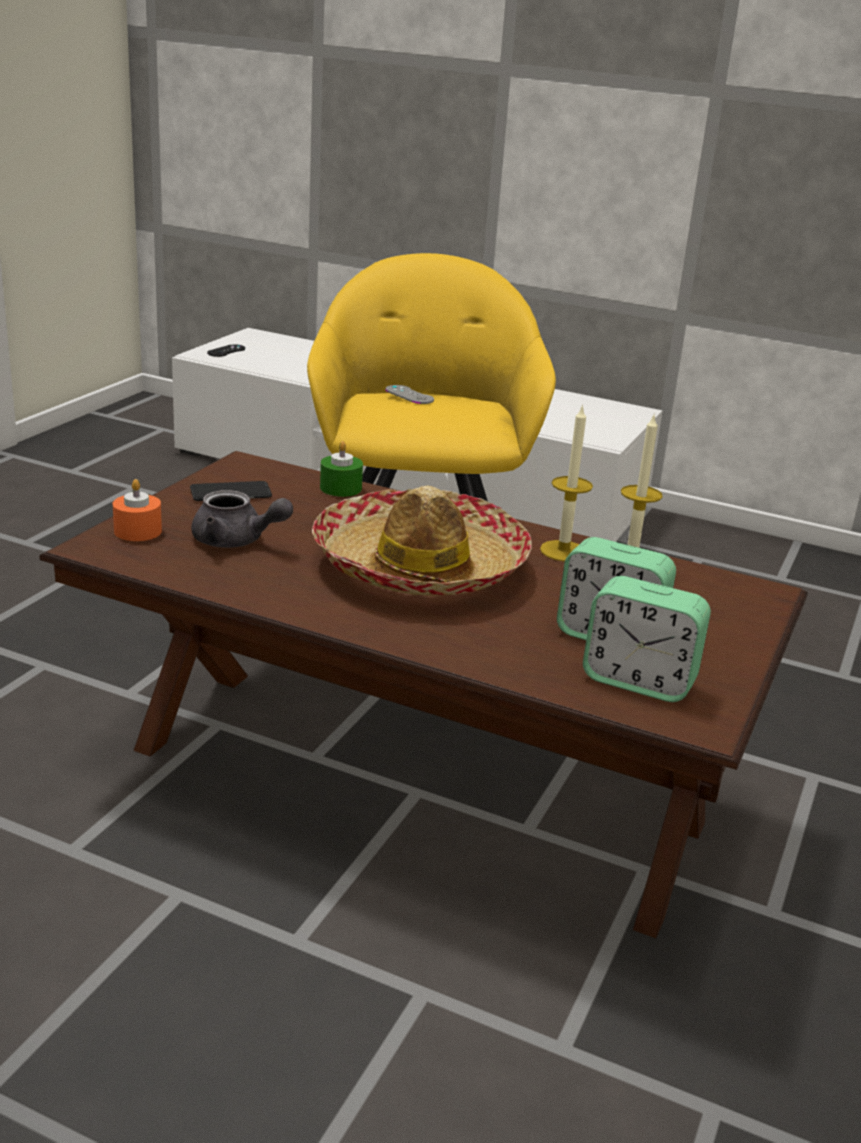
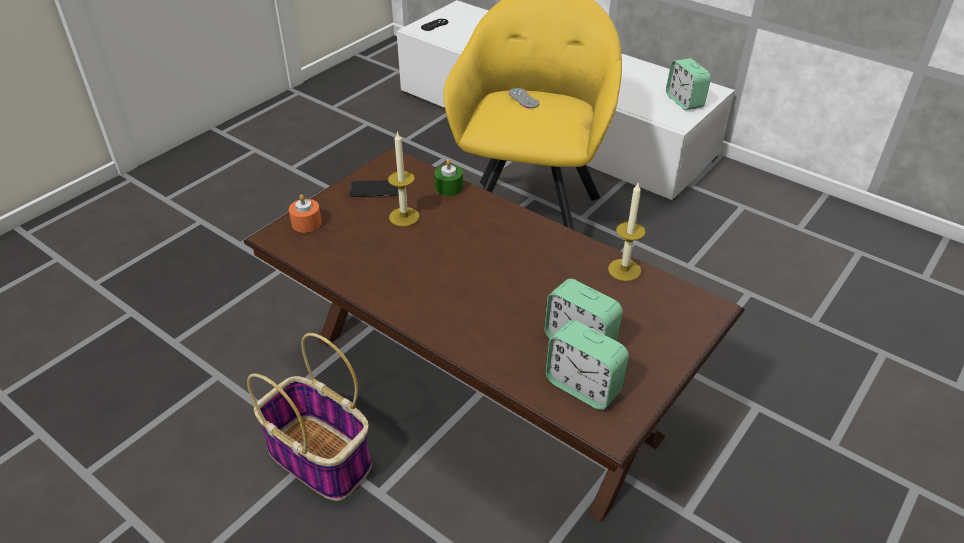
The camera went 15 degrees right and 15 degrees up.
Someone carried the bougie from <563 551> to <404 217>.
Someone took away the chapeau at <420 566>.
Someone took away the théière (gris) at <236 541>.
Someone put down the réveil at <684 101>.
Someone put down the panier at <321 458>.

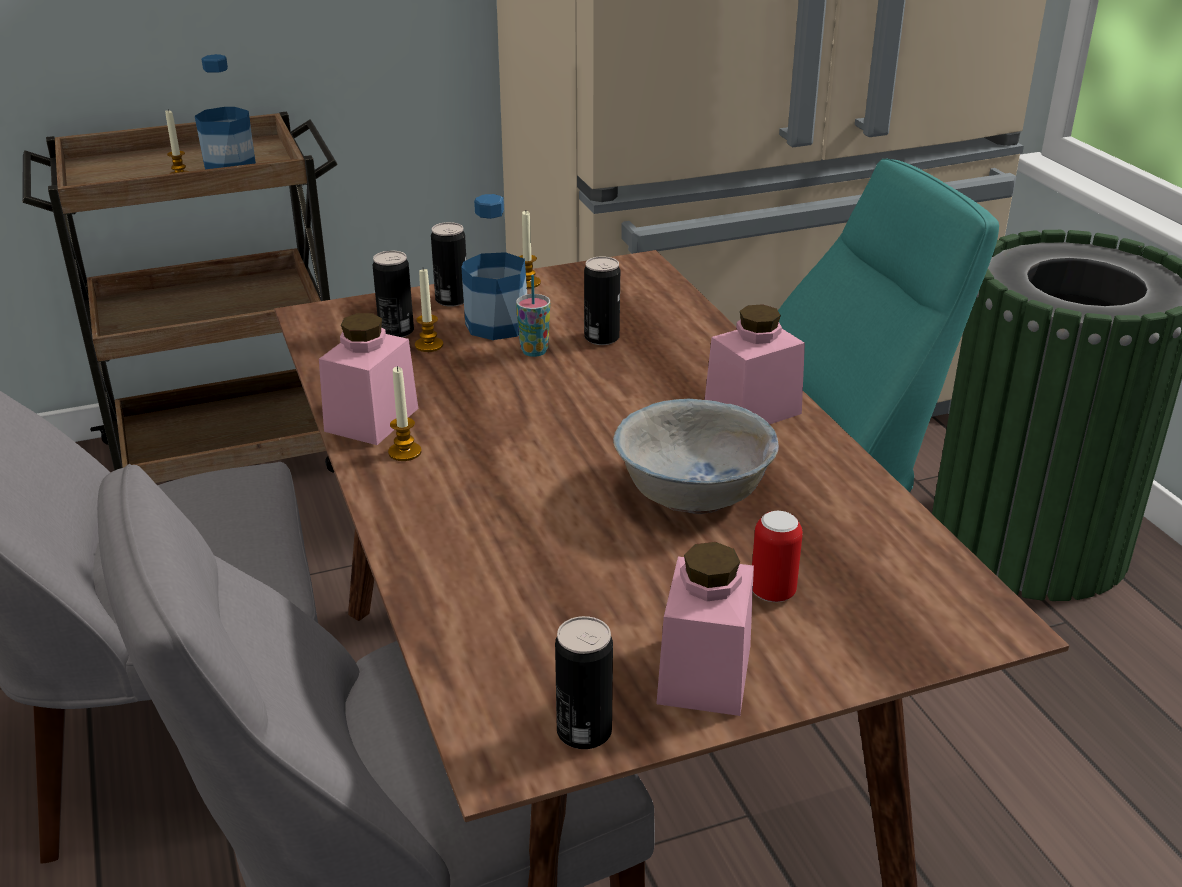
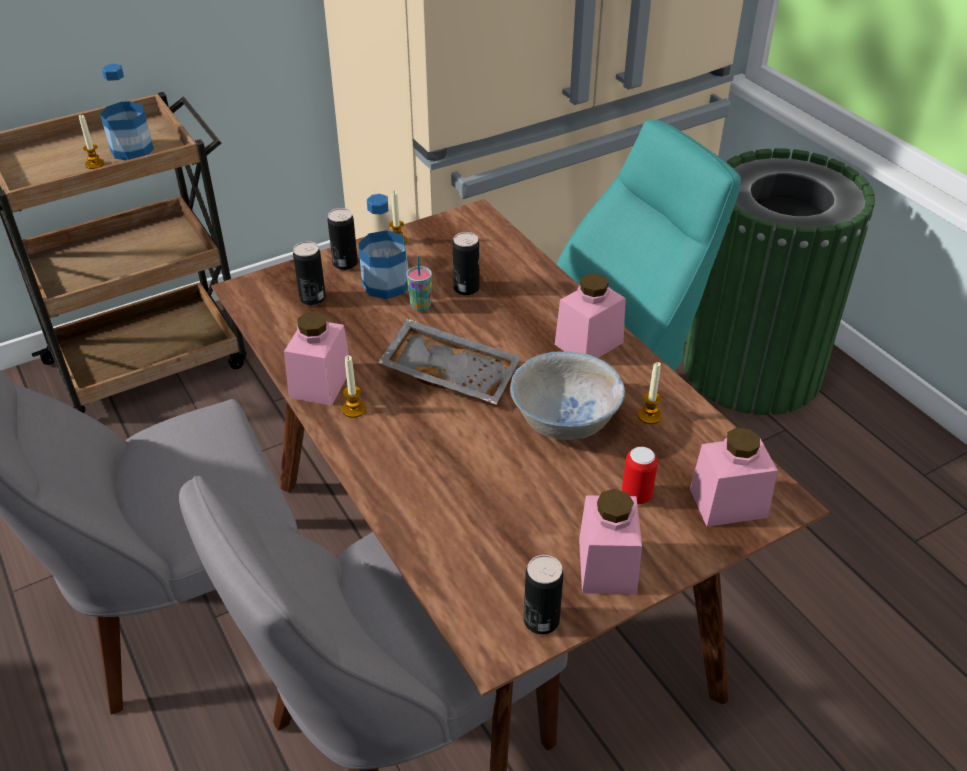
The camera went 10 degrees left and 10 degrees up.
Someone carried the bougie from <429 345> to <649 416>.
Someone put down the plateau (gris) at <451 372>.
Someone put down the bocal (rose) at <728 503>.

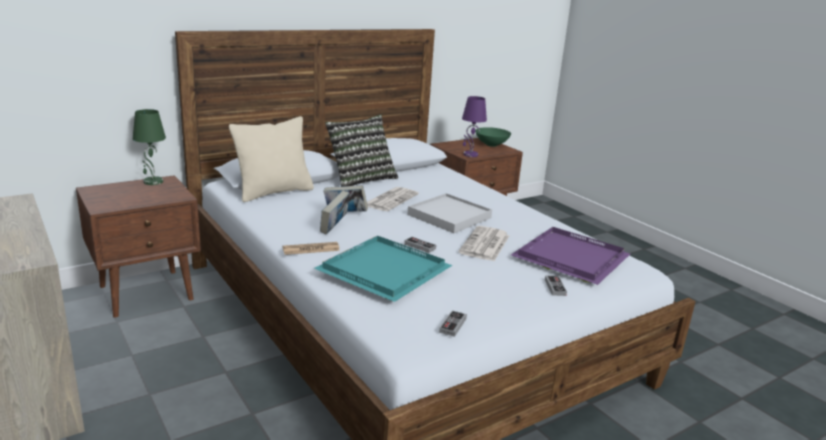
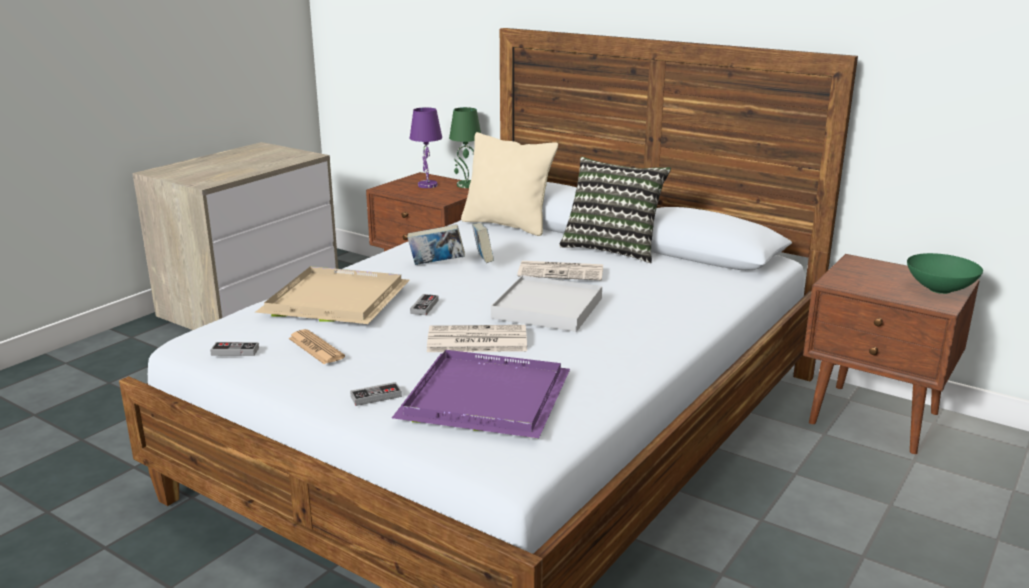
The camera went 70 degrees right and 0 degrees up.
Someone carried the lampe de table (violet) from <470 155> to <427 185>.
Someone repainted the plateau (turquoise) at <384 272>, which became the plateau (beige) at <333 301>.
Someone carried the journal from <311 249> to <316 348>.

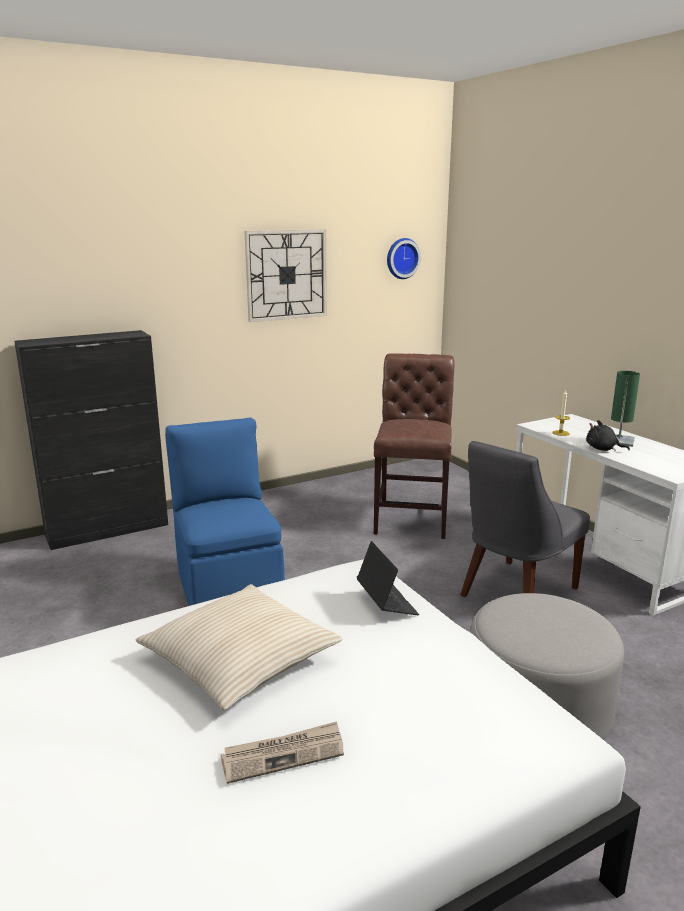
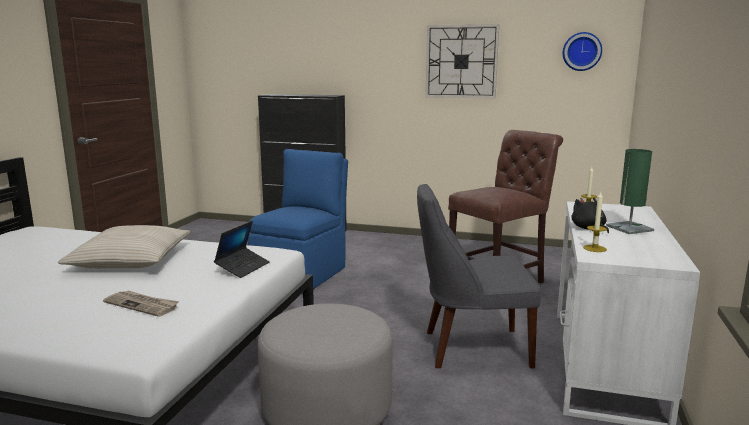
The camera went 45 degrees right and 5 degrees down.
Someone carried the journal from <283 754> to <142 305>.
Someone put down the bougie at <594 248>.

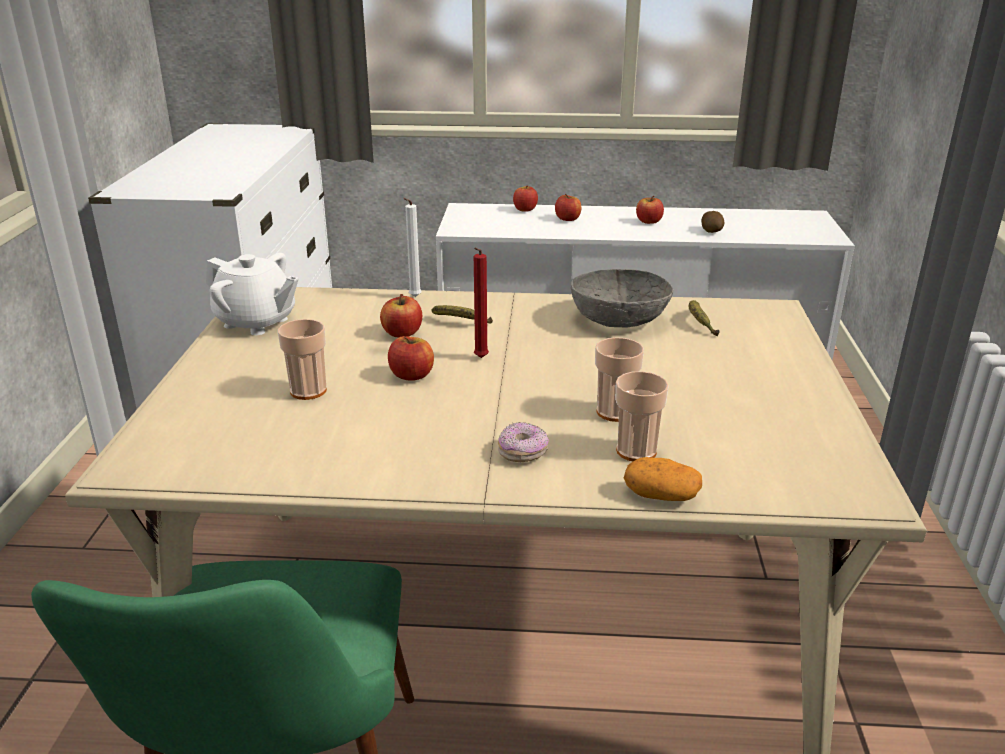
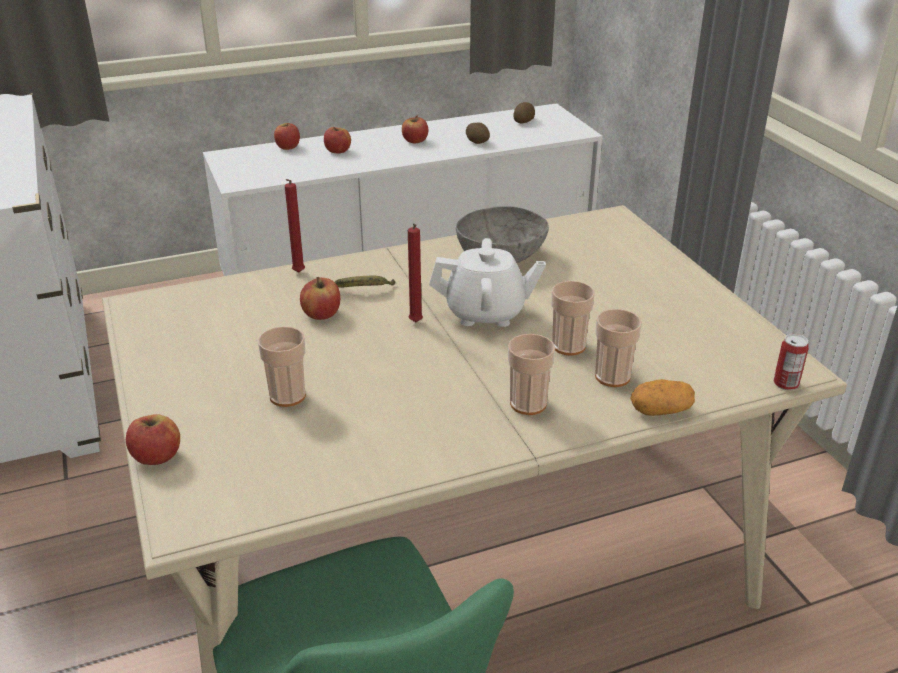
The camera went 25 degrees left and 5 degrees up.
Someone repainted the bougie (blanc) at <413 297>, which became the bougie (rouge) at <298 273>.
Someone carried the théière (blanc) from <256 322> to <486 313>.
Someone took away the banane at <699 323>.
Someone carried the pomme from <411 375> to <157 456>.
Someone swapped the beignet at <523 453> for the tasse at <528 404>.
Someone put down the pomme de terre at <523 121>.
Someone put down the boîte métallique at <785 384>.

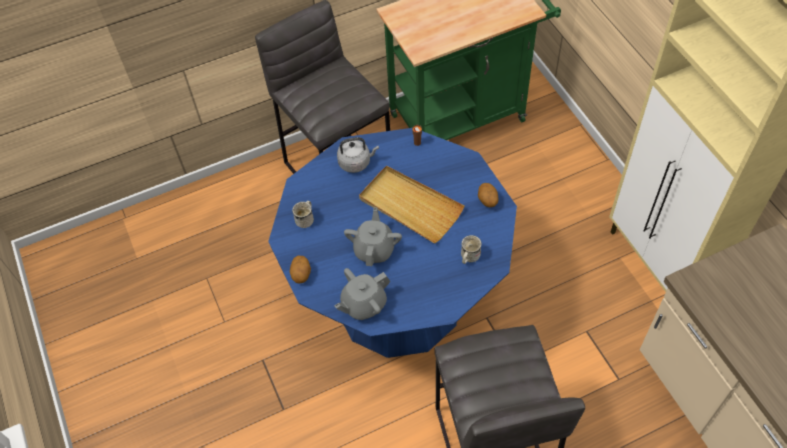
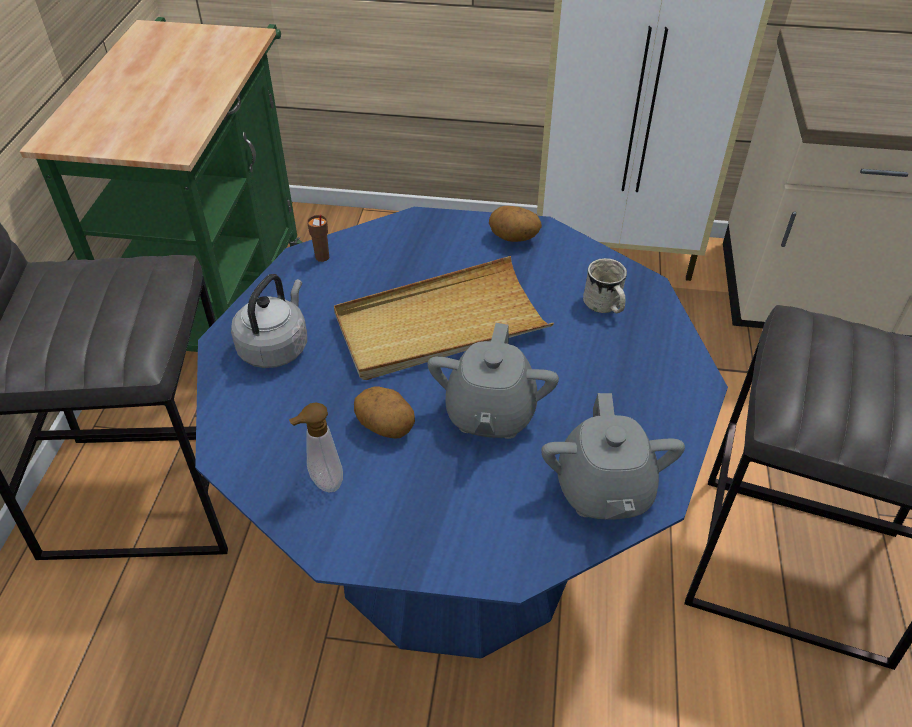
The camera went 60 degrees left and 10 degrees down.
Someone swapped the mug (blanc) at <306 218> for the distributeur de savon at <323 482>.
Someone rotated the théière (gris) at <374 249> by 120 degrees counterclockwise.
Someone carried the pomme de terre from <301 274> to <386 426>.

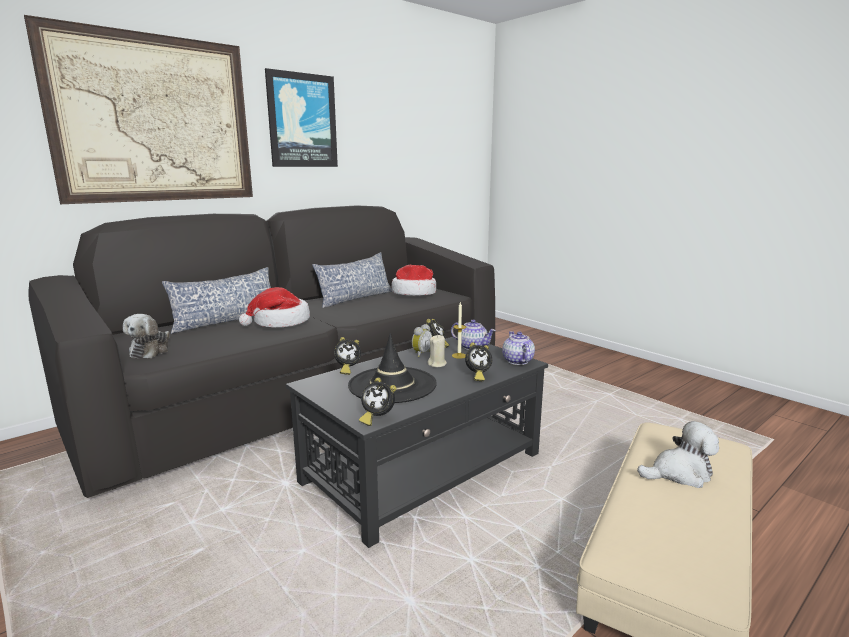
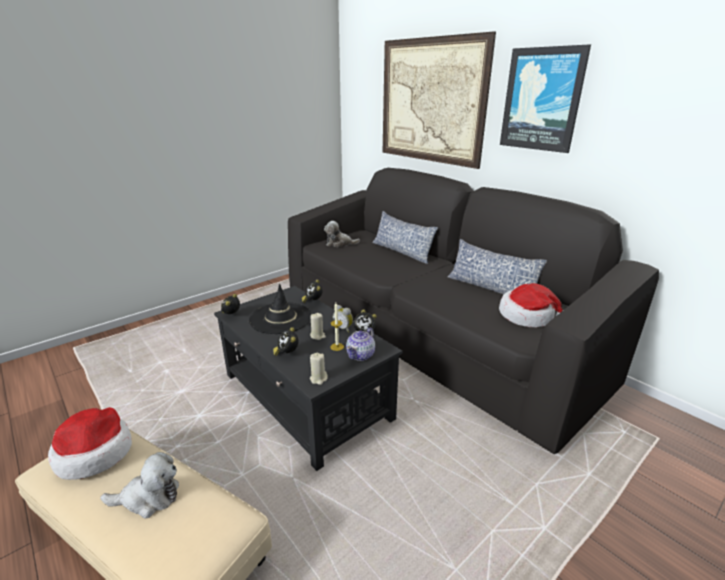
The camera went 90 degrees right and 10 degrees up.
Someone carried the chapeau from <280 322> to <95 453>.
Someone swapped the théière at <517 361> for the bougie (beige) at <318 379>.
Someone rotated the peluche at <679 474> by 90 degrees counterclockwise.

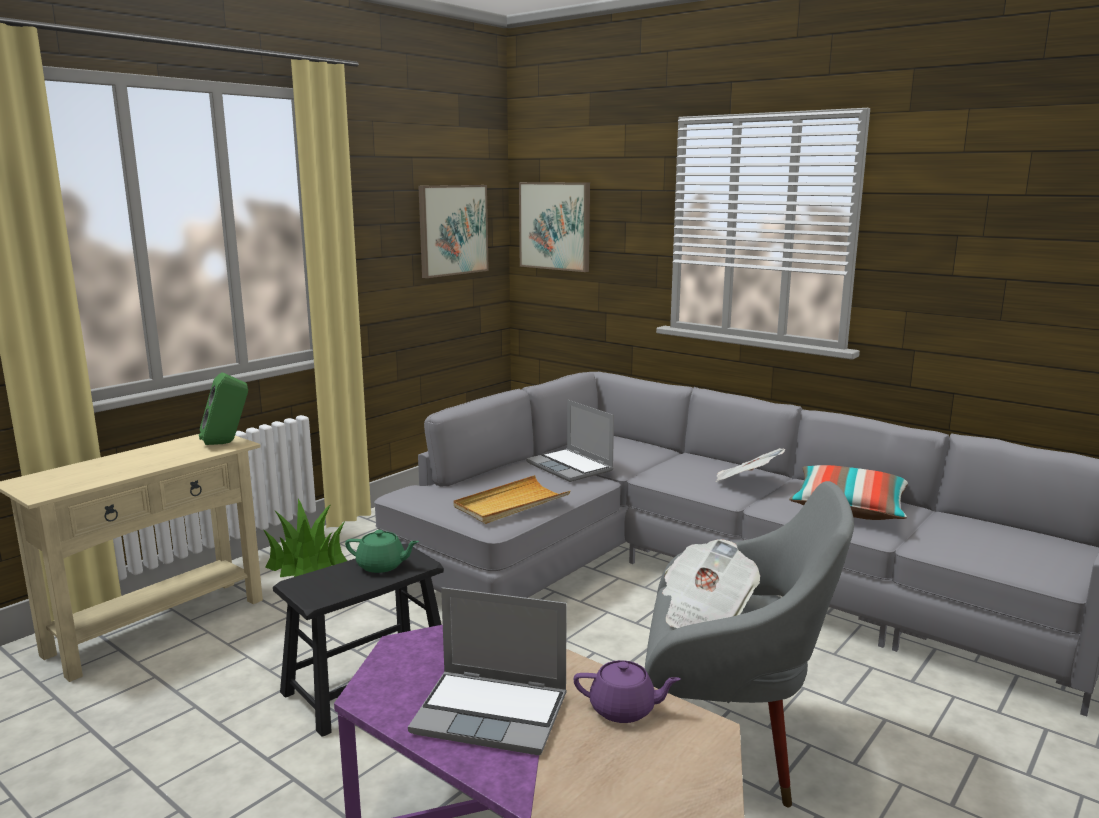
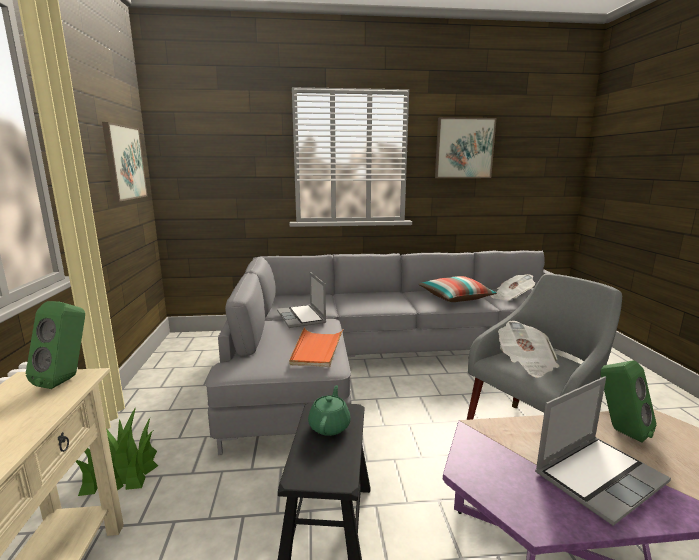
The camera went 45 degrees left and 0 degrees up.
Someone carried the tableau from <555 226> to <464 148>.
Someone rotated the ordinateur portable at <571 467> by 60 degrees clockwise.
Someone carried the journal from <746 482> to <511 297>.
Someone repainted the plateau (beige) at <511 504>, which became the plateau (orange) at <317 349>.
Someone rotated the théière (vert) at <382 566> by 45 degrees counterclockwise.
Someone swapped the théière (violet) at <624 709> for the enceinte (vert) at <620 431>.

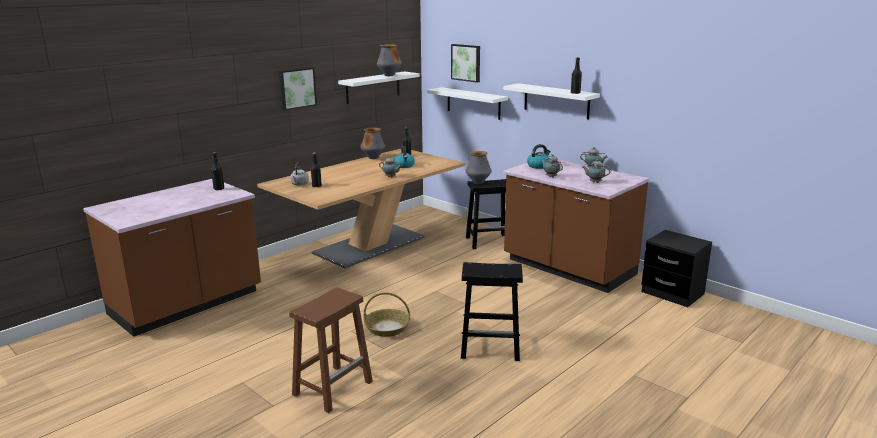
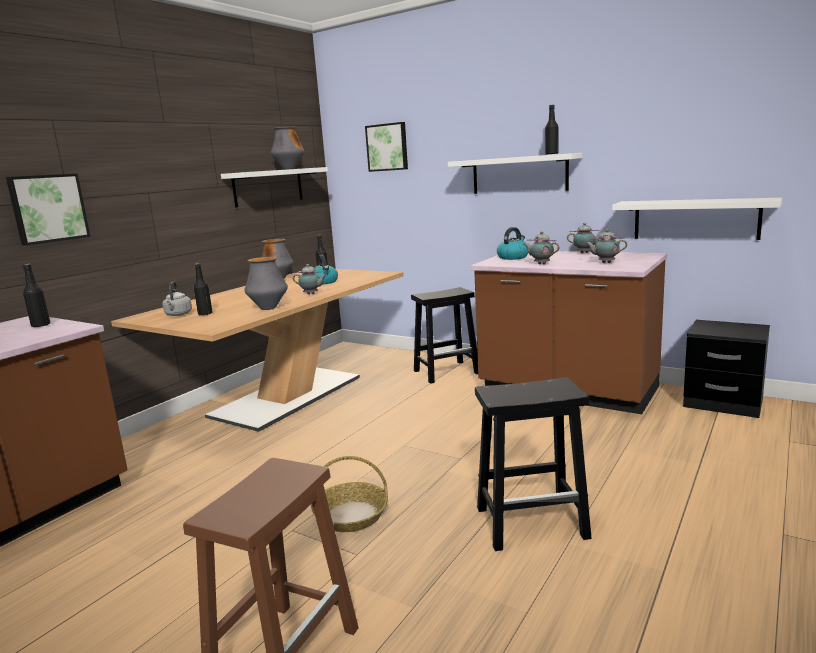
The camera went 10 degrees left and 5 degrees down.
Someone carried the tableau from <297 88> to <48 208>.
Someone carried the étagère (blanc) from <473 103> to <695 219>.
Someone carried the vase from <478 183> to <268 308>.

